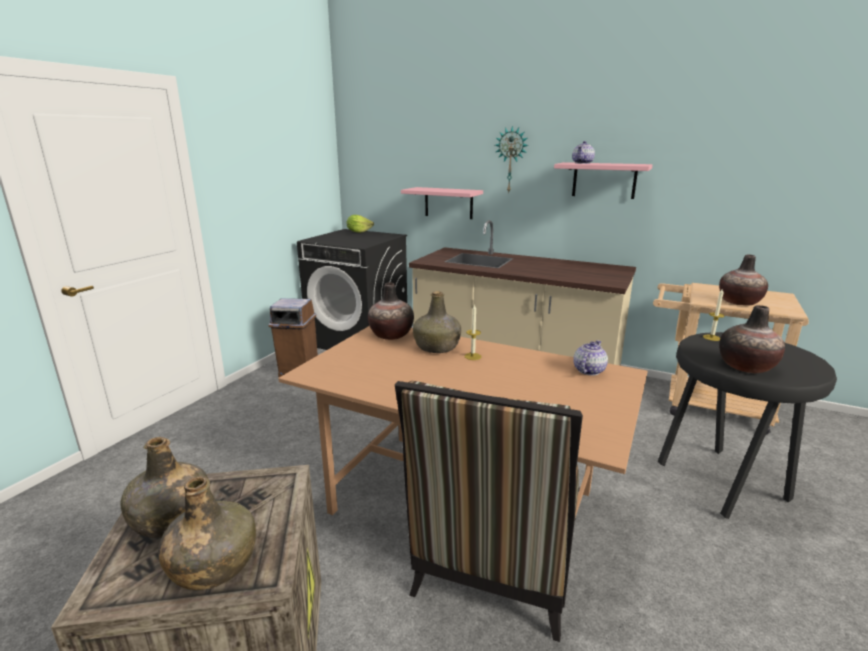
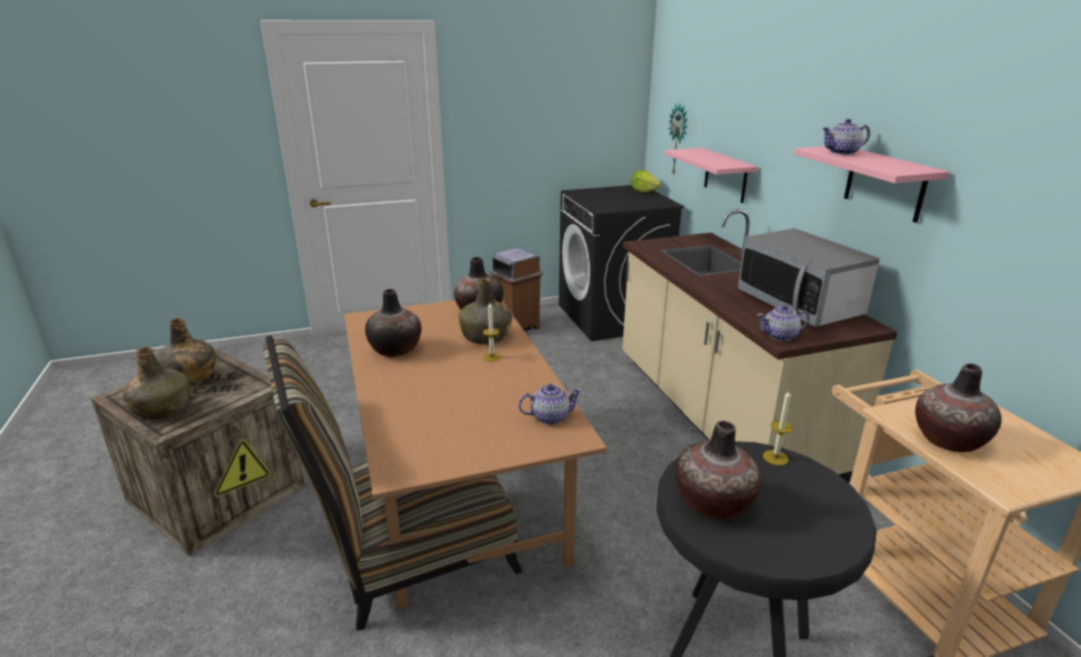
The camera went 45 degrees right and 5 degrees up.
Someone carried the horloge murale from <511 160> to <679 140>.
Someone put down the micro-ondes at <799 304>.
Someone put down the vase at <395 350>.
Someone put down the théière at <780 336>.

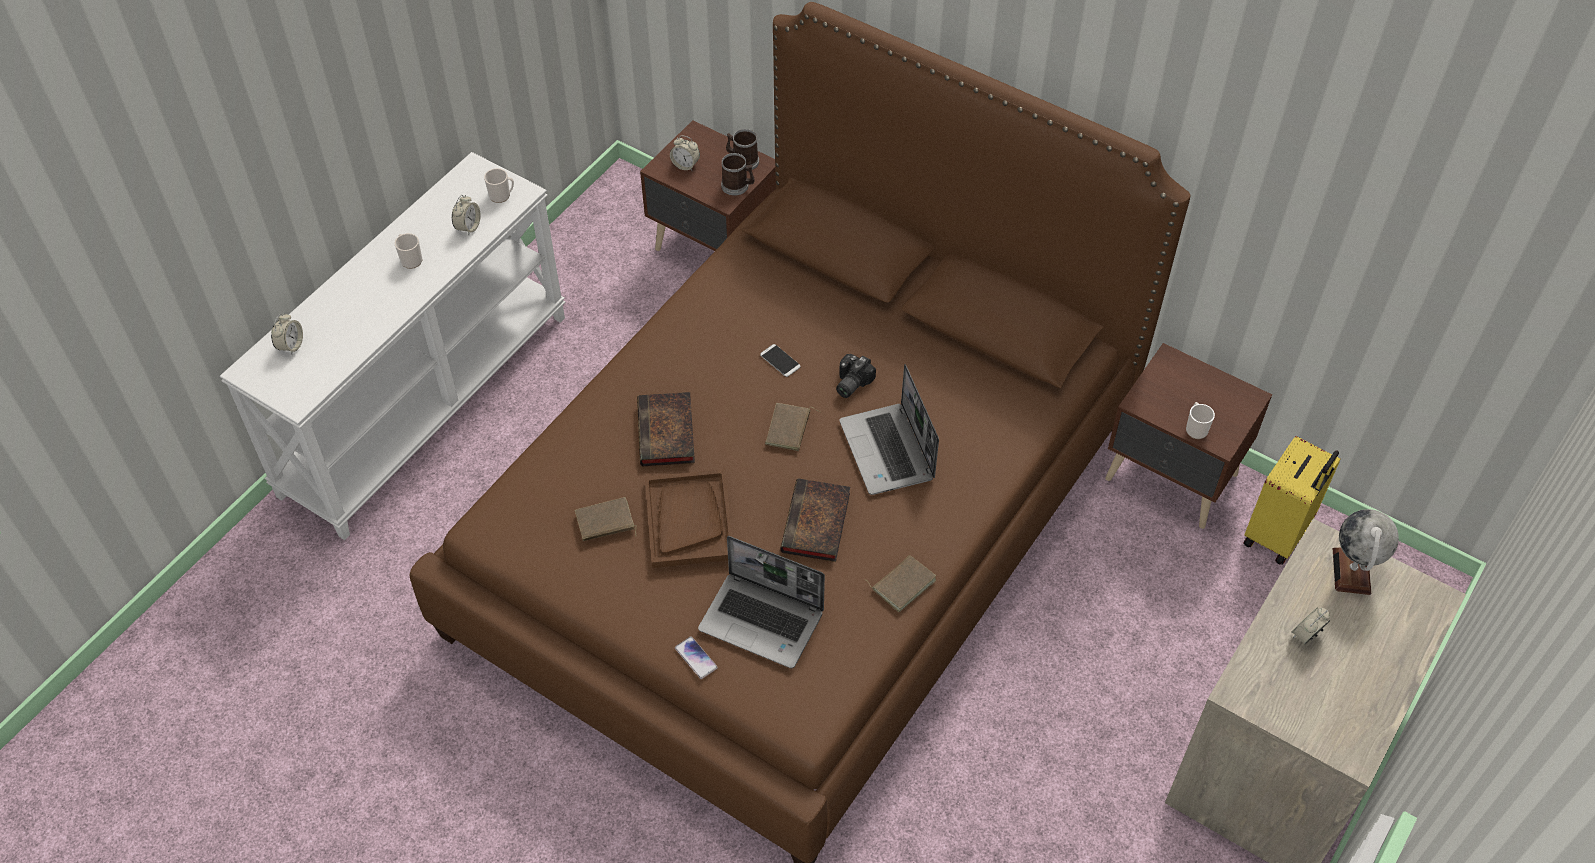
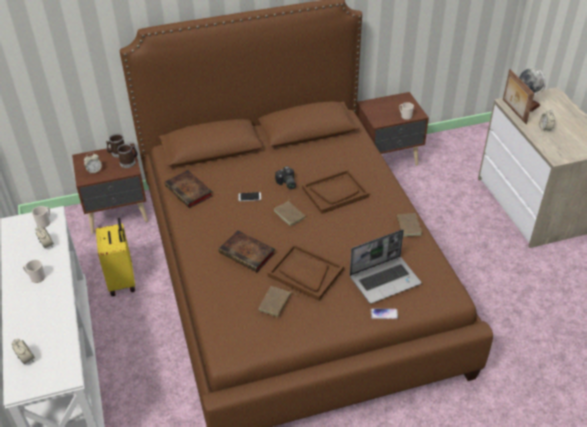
The camera went 50 degrees left and 10 degrees down.
Someone swapped the ordinateur portable at <888 451> for the plateau (marron) at <335 192>.
Someone carried the valise (jaune) from <1278 534> to <123 281>.
Someone carried the livre from <816 525> to <190 192>.
Someone put down the cadre photo at <513 111>.

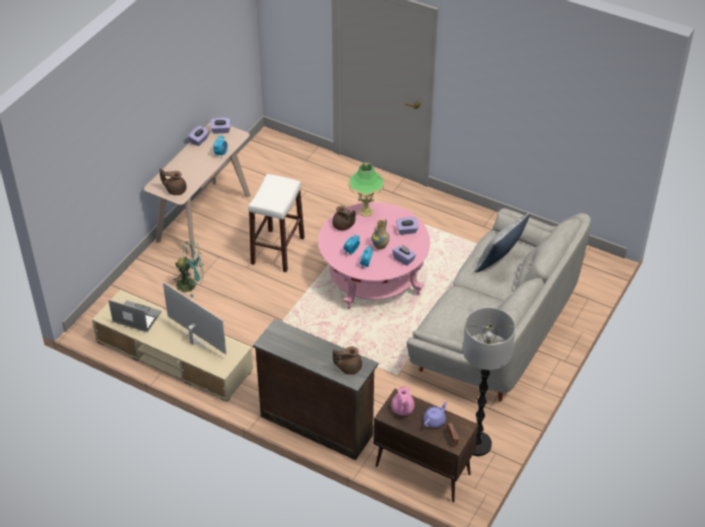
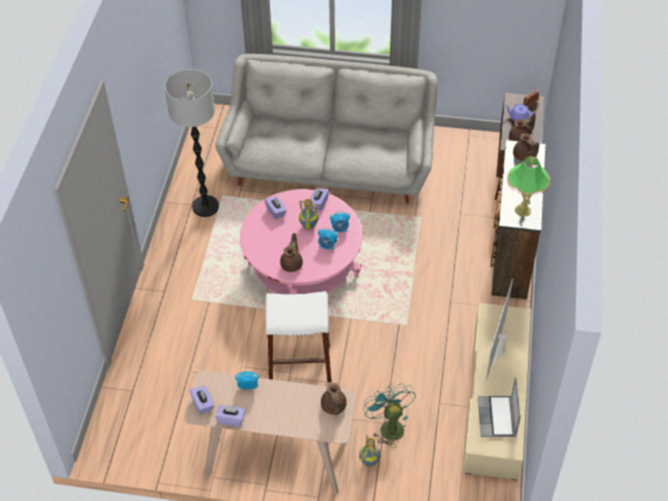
The camera went 110 degrees left and 5 degrees up.
Someone carried the lampe de table from <366 211> to <522 210>.
Someone took away the coussin at <499 261>.
Someone carried the lampadaire from <477 444> to <205 207>.
Someone repainted the théière (rose) at <402 409>, which became the théière (marron) at <520 139>.
Someone put down the vase at <370 461>.

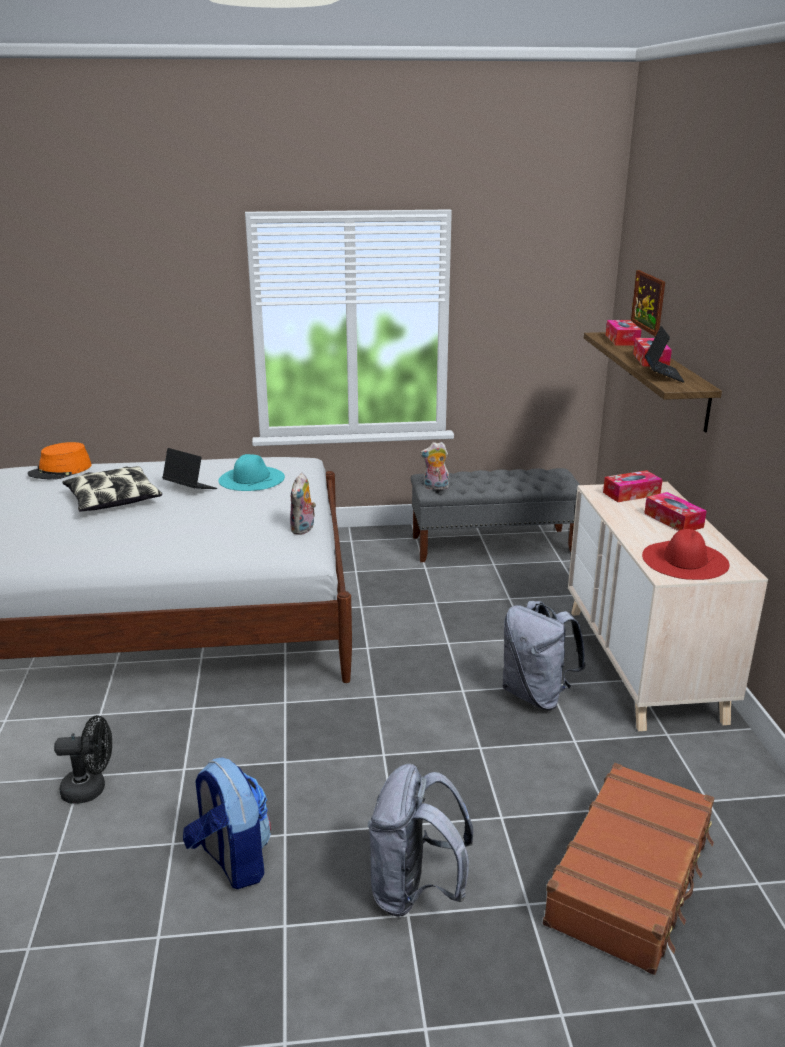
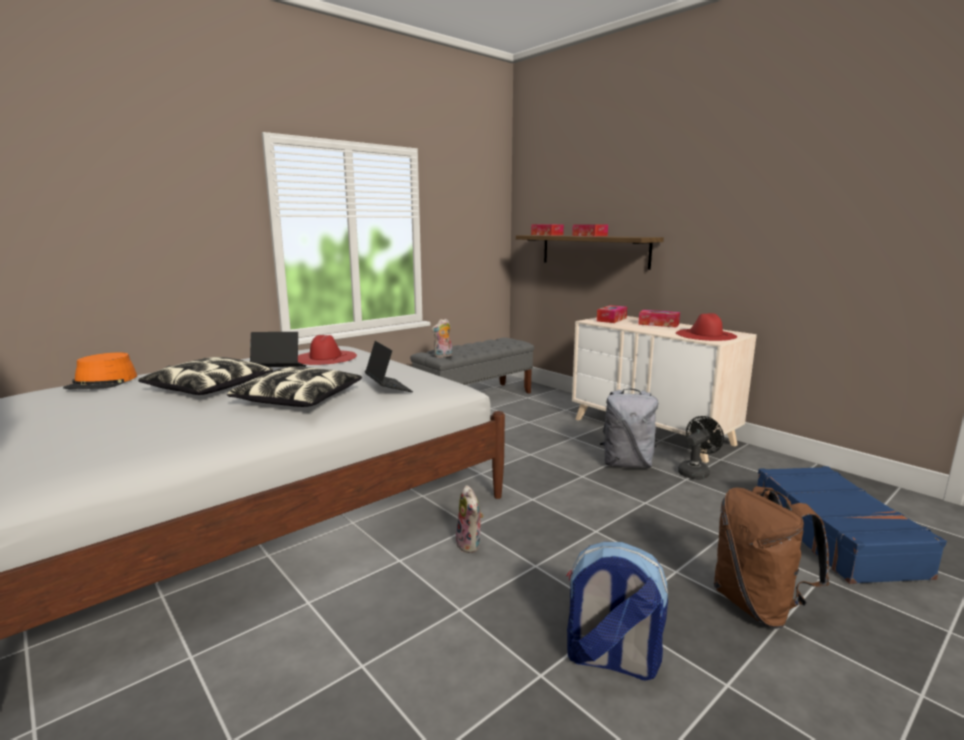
The camera went 35 degrees left and 10 degrees down.
Someone took away the tableau at <648 302>.
Someone carried the ordinateur portable from <663 375> to <388 388>.
Someone repainted the chapeau (turquoise) at <251 478>, which became the chapeau (rouge) at <325 357>.
Someone carried the peluche from <303 529> to <470 545>.
Someone carried the ventilateur (noir) from <91 789> to <696 472>.
Someone repainted the valise (marron) at <631 878>, which became the valise (bleu) at <834 535>.
Someone repainted the sac à dos (gris) at <415 891>, which became the sac à dos (marron) at <758 606>.
Someone put down the coussin at <299 399>.

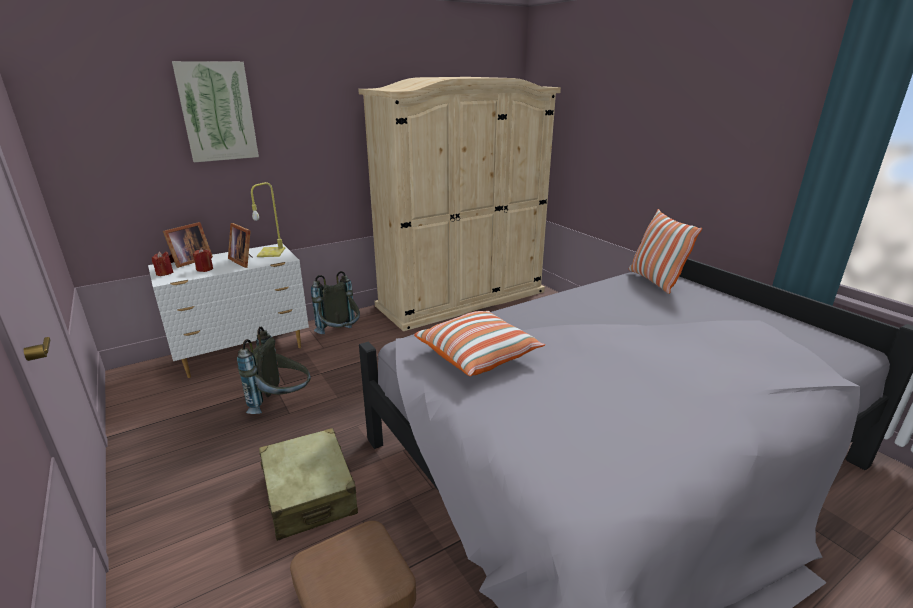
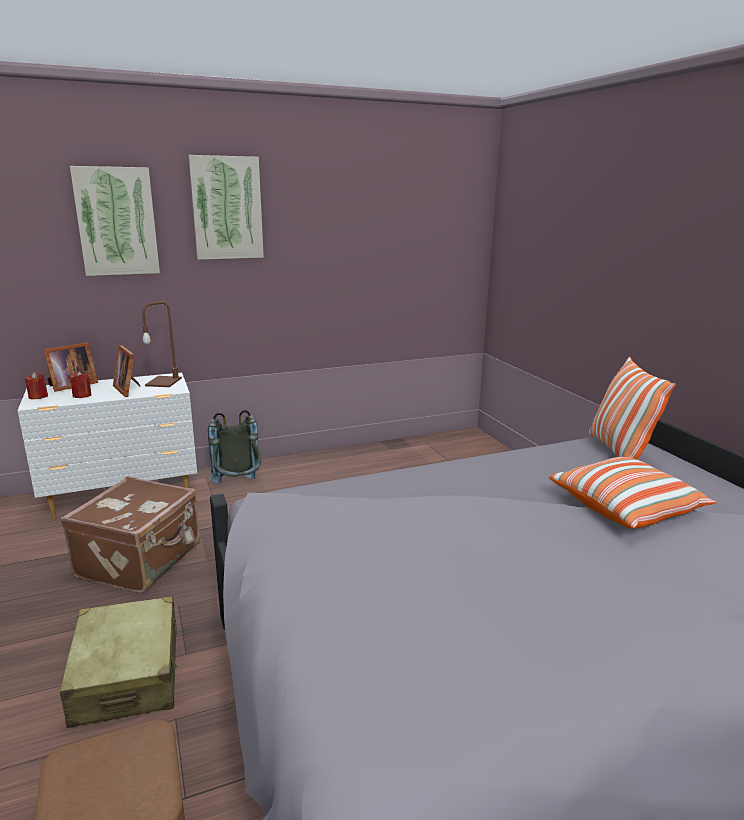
The camera went 10 degrees right and 5 degrees down.
Someone took away the armoire (beige) at <462 298>.
Someone repainted the lampe de table (jaune) at <271 252>, which became the lampe de table (marron) at <163 381>.
Someone carried the coussin from <478 355> to <626 508>.
Someone swapped the sac à dos (gris) at <282 403> for the valise (marron) at <141 560>.
Someone put up the tableau at <226 208>.

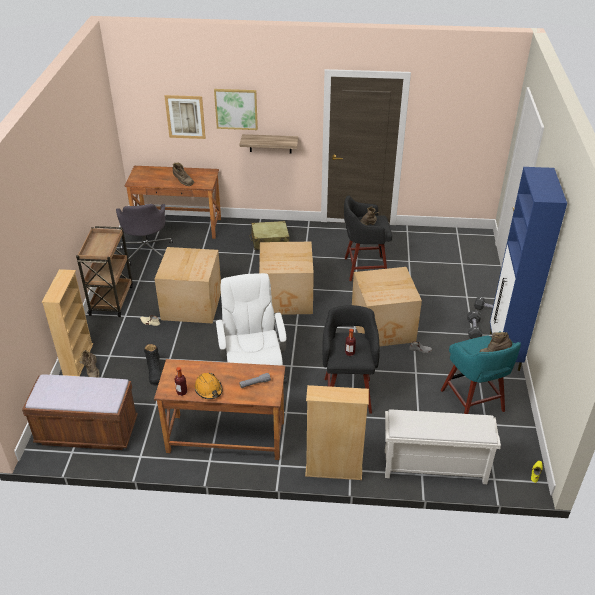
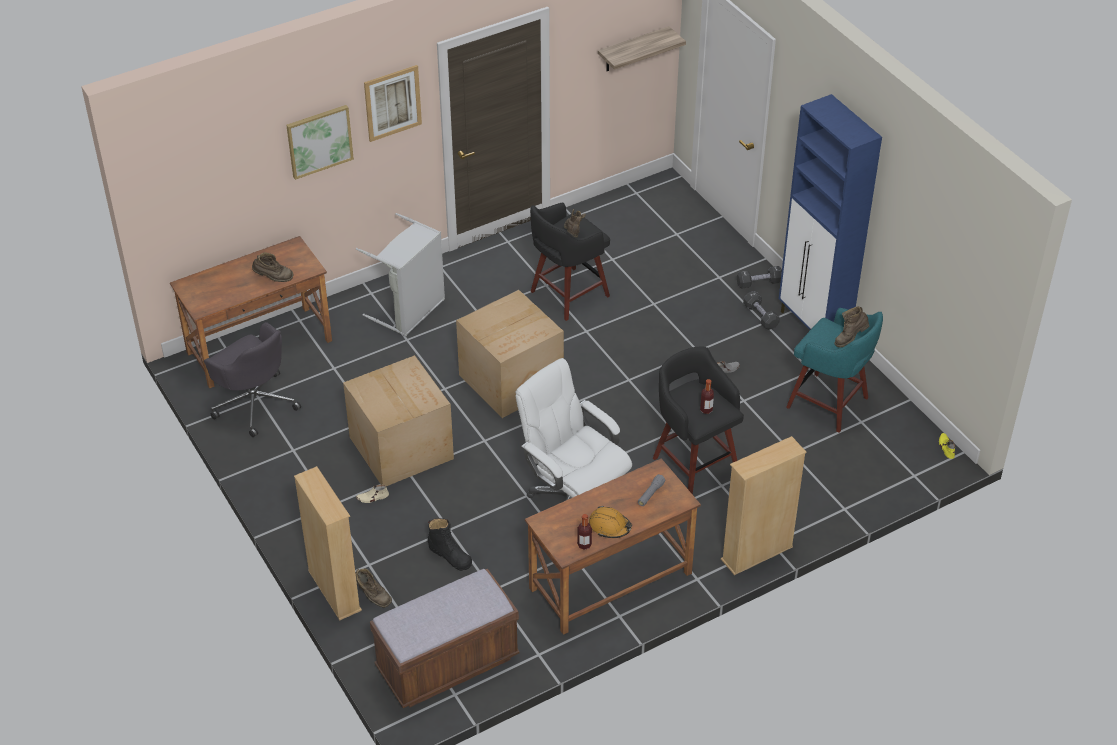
The camera went 35 degrees left and 5 degrees up.
Someone carried the tableau from <185 117> to <392 103>.
Someone carried the étagère from <270 143> to <633 49>.
Someone swapped the valise (beige) at <270 241> for the panier à linge (gris) at <410 311>.
Someone took away the chariot (marron) at <111 299>.
Someone took away the carton at <384 327>.
Someone took away the étagère à chaussures (blanc) at <433 467>.

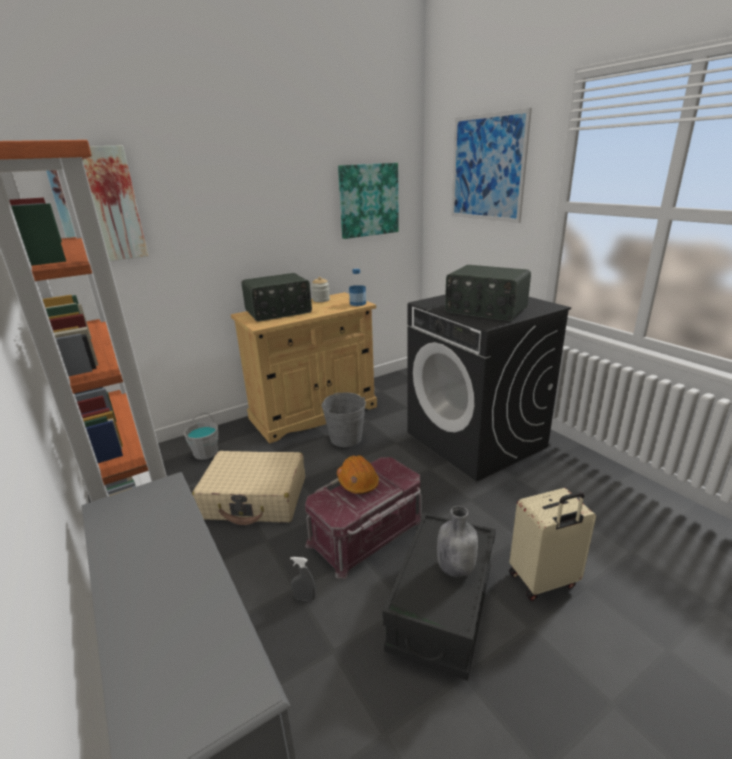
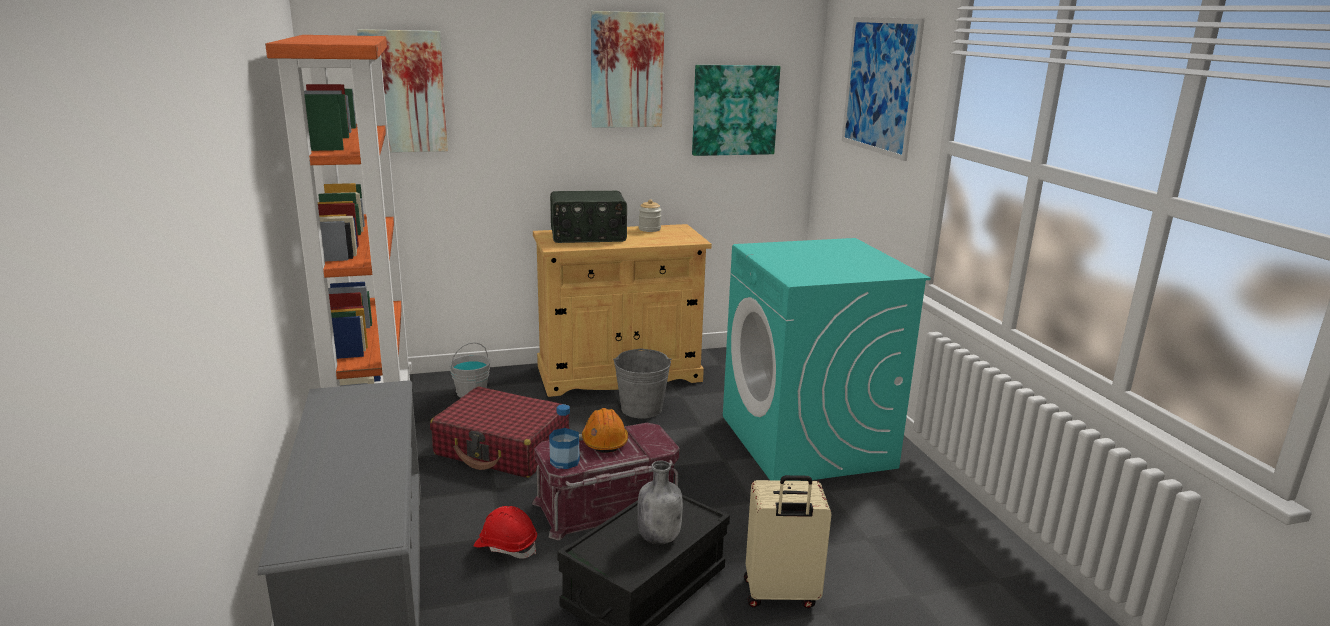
The camera went 15 degrees right and 5 degrees down.
Someone took away the radio at <485 310>.
Someone carried the bouteille from <357 303> to <565 461>.
Someone repainted the lave-linge (noir) at <476 440>, which became the lave-linge (turquoise) at <807 442>.
Someone repainted the valise (beige) at <255 498>, which became the valise (rouge) at <503 448>.
Someone swapped the vaporisateur (gris) at <304 598> for the casque de chantier (rouge) at <506 546>.
Someone put up the tableau at <626 70>.

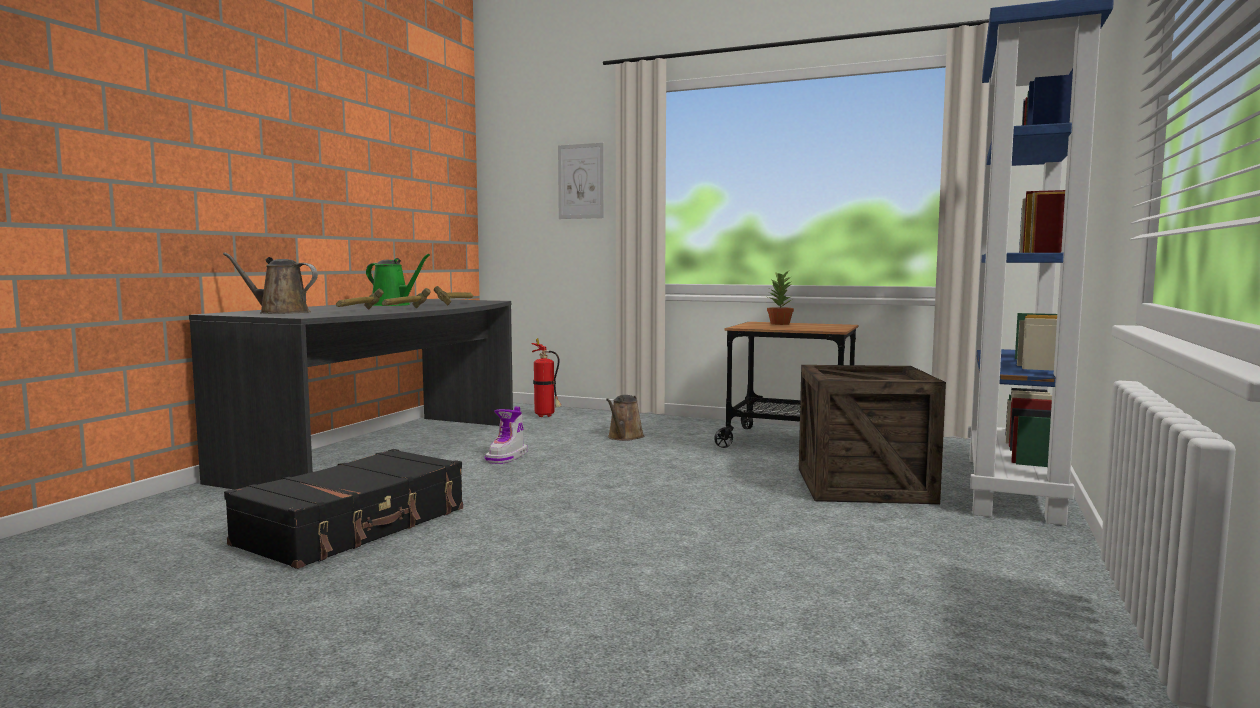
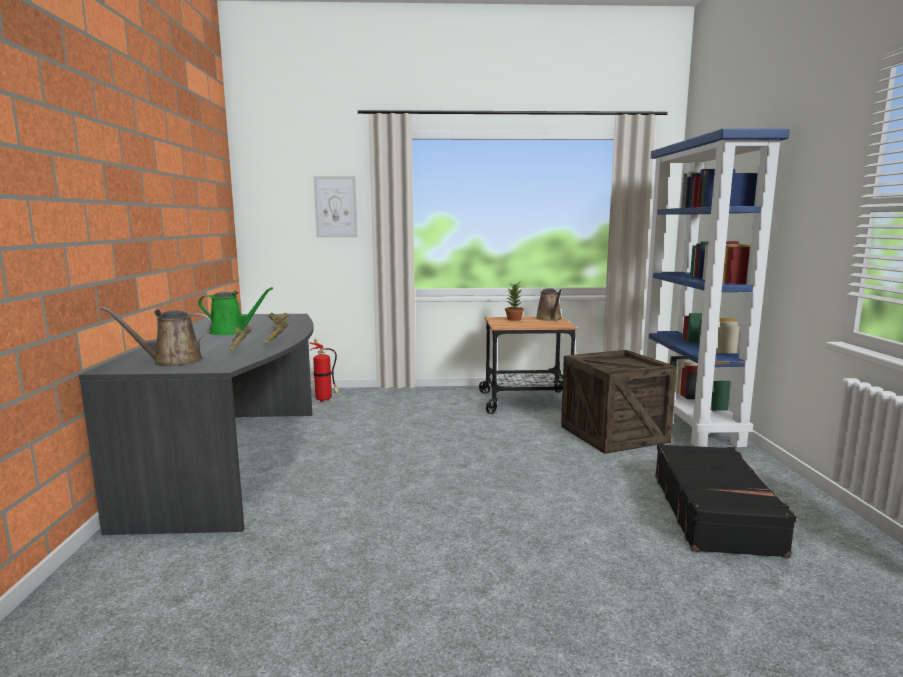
The camera went 25 degrees left and 5 degrees up.
Someone carried the arrosoir (marron) from <624 437> to <549 319>.
Someone took away the botte at <507 457>.
Someone carried the valise (noir) from <355 527> to <714 512>.

